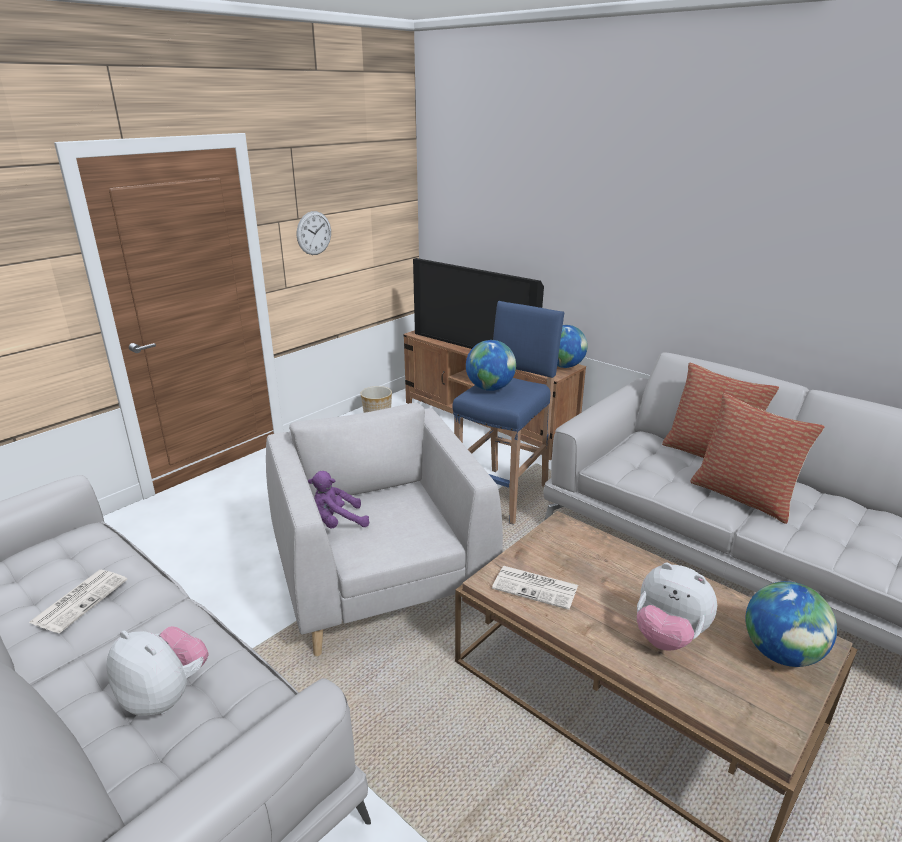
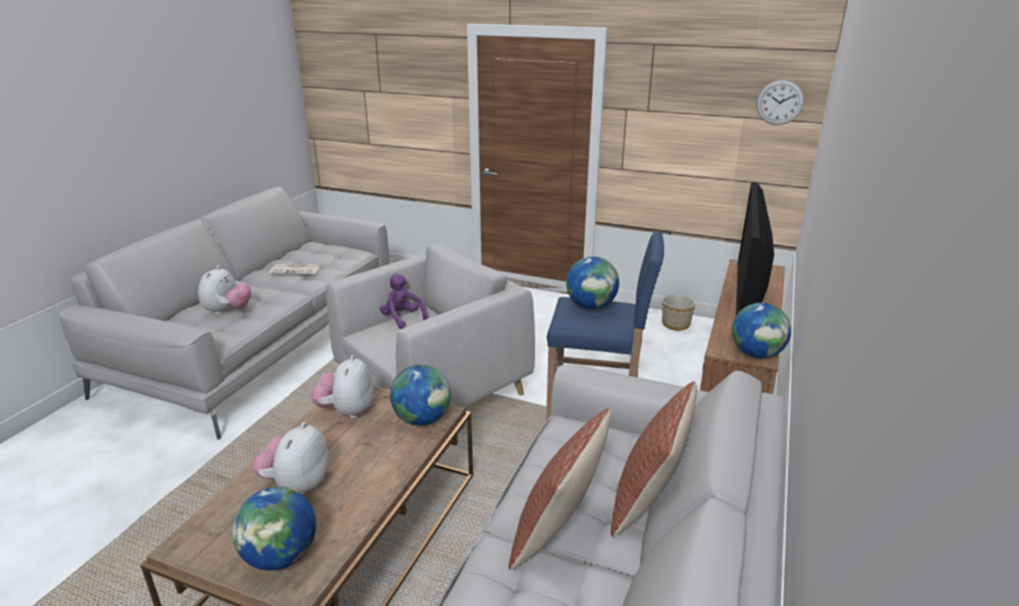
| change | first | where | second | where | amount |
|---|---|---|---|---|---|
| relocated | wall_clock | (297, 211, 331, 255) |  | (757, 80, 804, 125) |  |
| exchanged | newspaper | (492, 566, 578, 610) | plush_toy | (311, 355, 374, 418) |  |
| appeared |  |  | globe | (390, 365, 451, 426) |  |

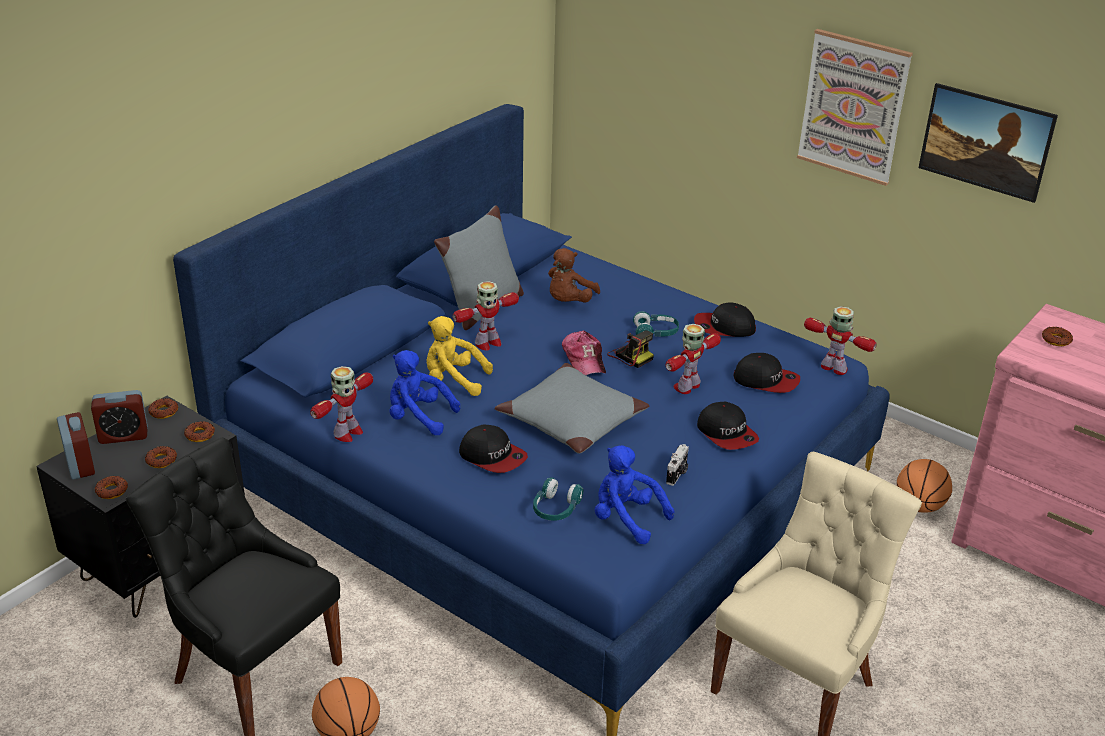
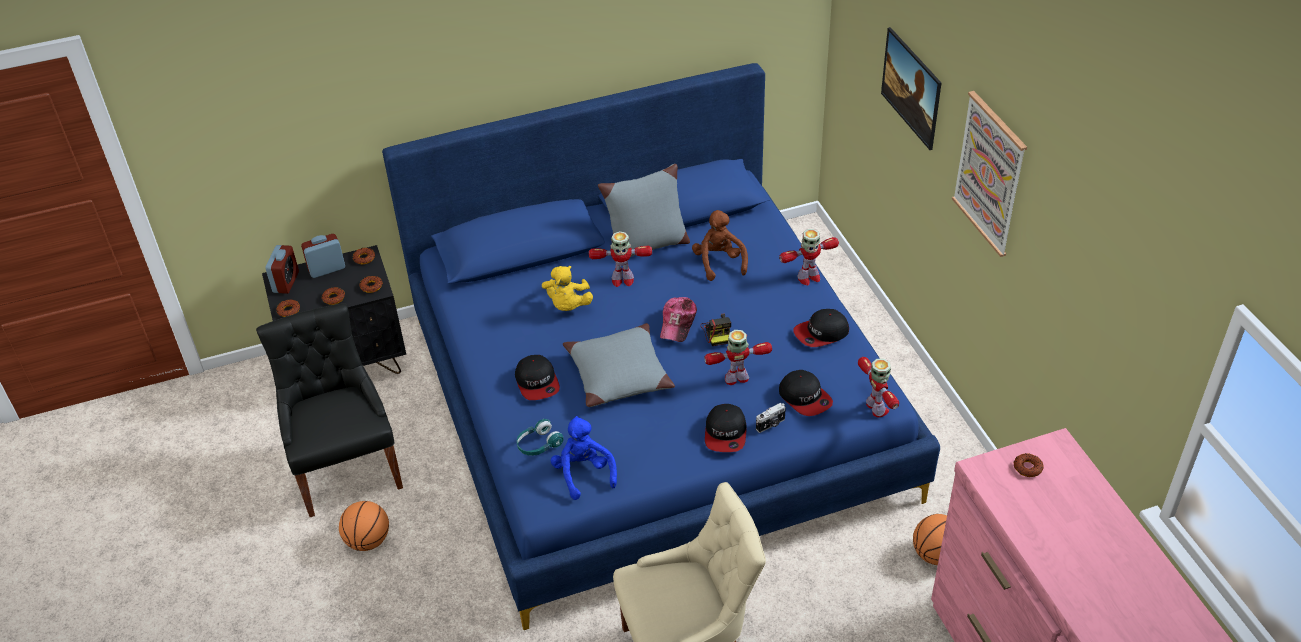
| change | first | where | second | where | amount |
|---|---|---|---|---|---|
| spun | alarm_clock | (91, 390, 148, 444) |  | (301, 234, 345, 278) | 135 degrees clockwise |
| relocated | toy_robot | (310, 366, 373, 442) |  | (779, 229, 839, 285) |  |
| missing | blue_plush_toy | (390, 350, 460, 435) |  |  |  |
| spun | yellow_plush_toy | (427, 316, 493, 396) |  | (542, 266, 593, 311) | 135 degrees counterclockwise |
| spun | brown_plush_toy | (548, 248, 600, 302) |  | (692, 210, 748, 281) | 105 degrees clockwise |
| missing | turquoise_headphones | (633, 311, 679, 337) |  |  |  |
| relocated | photo_camera | (666, 444, 689, 486) |  | (756, 403, 786, 433) |  |
| spun | cap | (694, 302, 756, 337) |  | (793, 309, 849, 347) | 60 degrees counterclockwise |
| relocated | picture | (919, 83, 1058, 203) |  | (881, 27, 942, 150) |  |

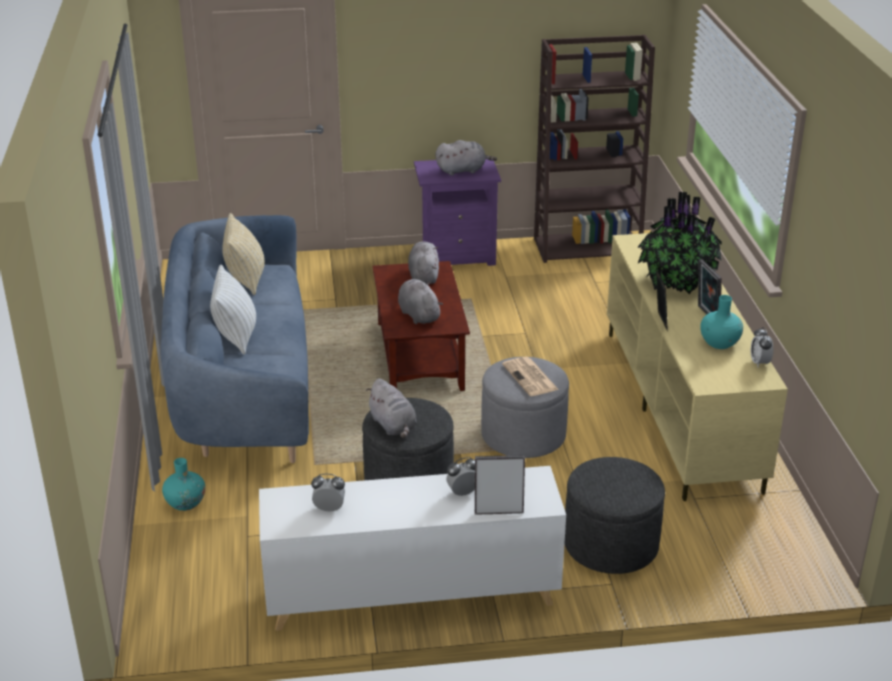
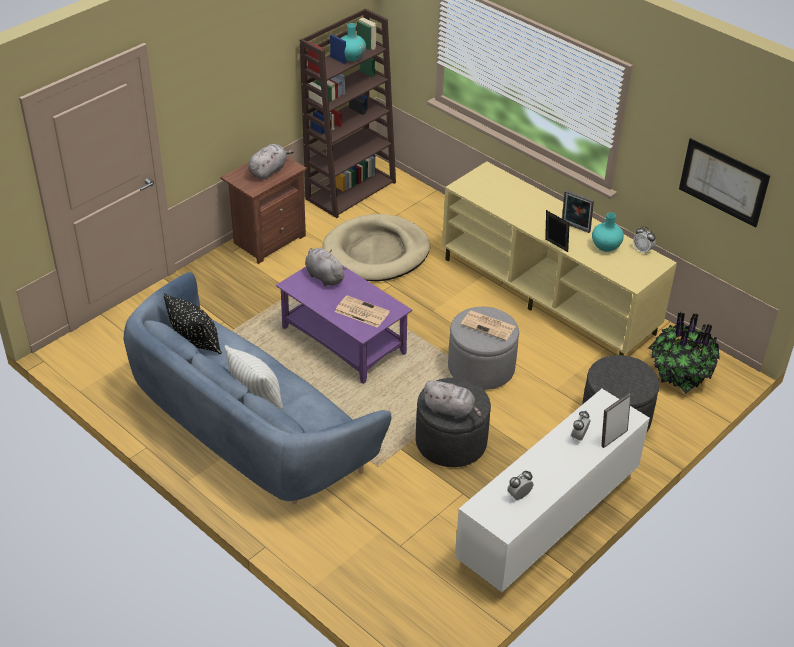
| change | first | where | second | where | amount |
|---|---|---|---|---|---|
| relocated | turquoise_vase | (162, 458, 205, 511) |  | (341, 23, 366, 61) |  |
| colour | beige_pillow | (222, 213, 265, 295) | black_pillow | (163, 293, 222, 354) |  |
| colour | brown_coffee_table | (372, 261, 470, 391) | purple_coffee_table | (276, 265, 412, 384) |  |
| exchanged | grey_plush_toy | (398, 279, 443, 324) | newspaper | (335, 295, 390, 328) |  |
| colour | purple_nightstand | (414, 159, 501, 266) | brown_nightstand | (220, 156, 307, 264) |  |
| relocated | potted_plant | (637, 191, 722, 294) |  | (648, 312, 720, 394) |  |
| appeared |  |  | beige_dog_bed | (322, 214, 430, 282) |  |
| appeared |  |  | picture | (679, 138, 770, 227) |  |

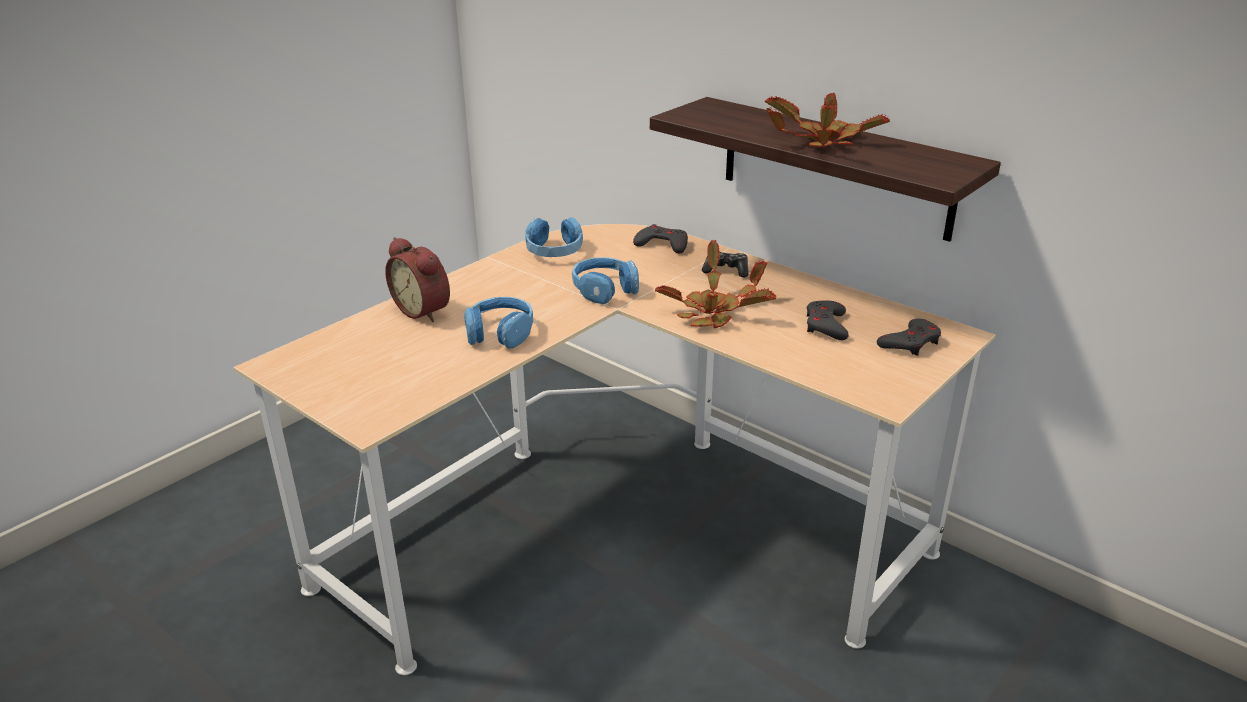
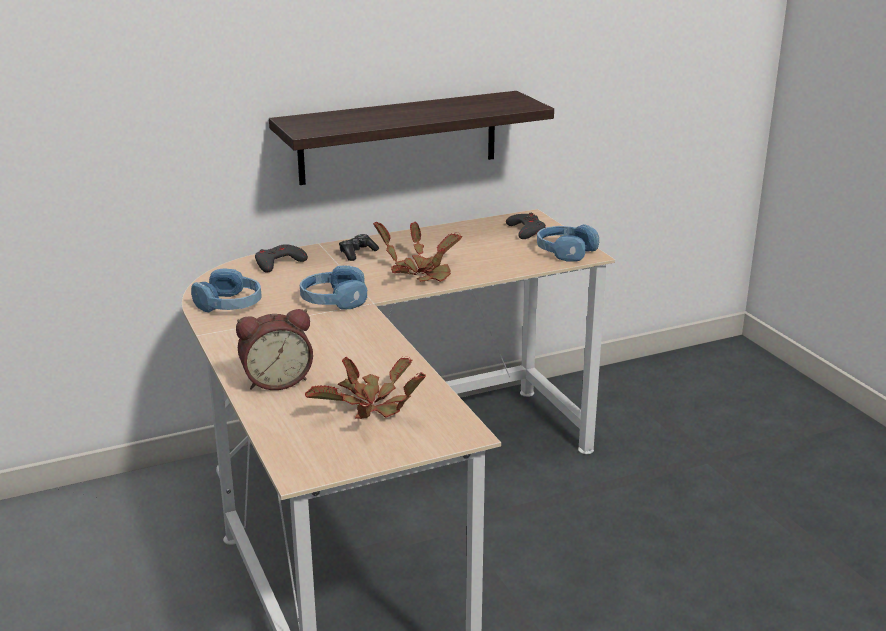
| change | first | where | second | where | amount |
|---|---|---|---|---|---|
| relocated | blue_headphones | (464, 297, 533, 348) |  | (537, 224, 599, 262) |  |
| relocated | potted_plant | (765, 93, 890, 147) |  | (305, 357, 426, 419) |  |
| missing | grey_game_controller | (807, 301, 849, 340) |  |  |  |

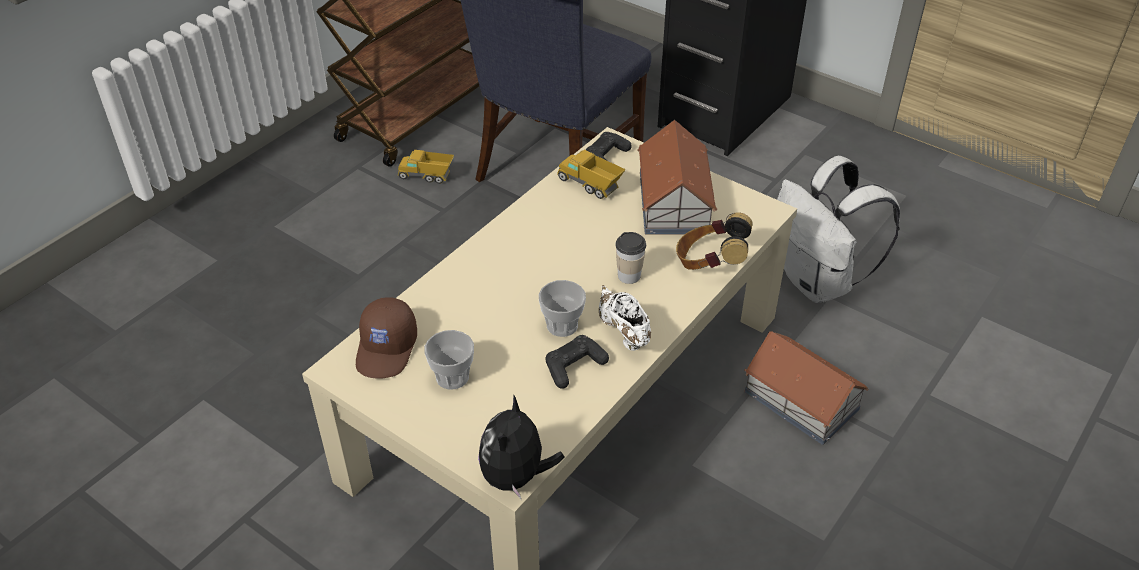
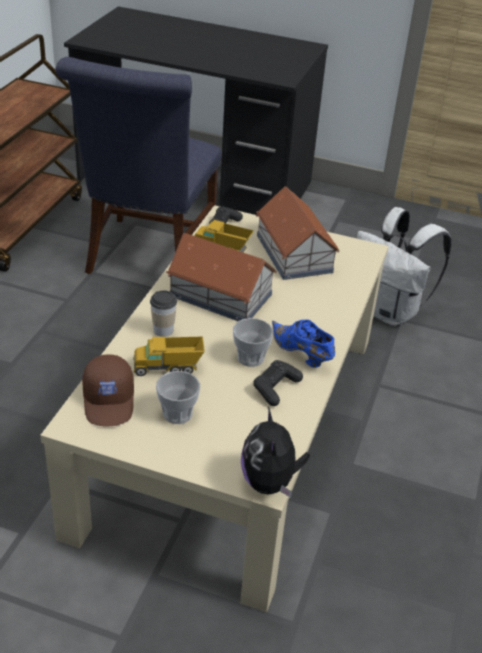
| change | first | where | second | where | amount |
|---|---|---|---|---|---|
| relocated | toy_truck | (398, 150, 454, 184) |  | (133, 337, 205, 376) |  |
| colour | white_shoe | (599, 285, 651, 351) | blue_shoe | (272, 319, 335, 368) |  |
| relocated | cup | (615, 232, 646, 284) |  | (150, 290, 177, 337) |  |
| missing | headphones | (676, 212, 753, 270) |  |  |  |
| relocated | toy_house | (744, 331, 869, 445) |  | (166, 233, 277, 322) |  |

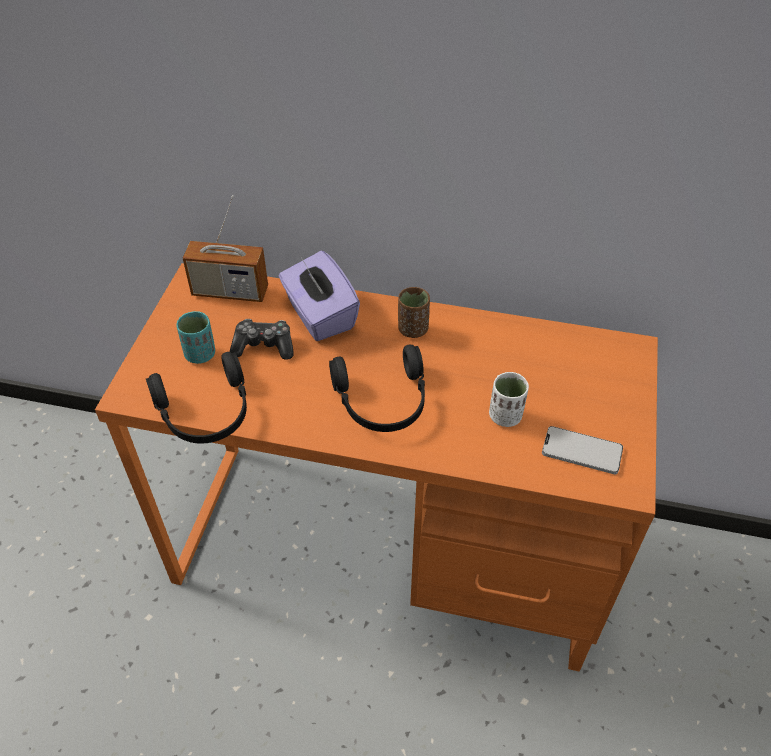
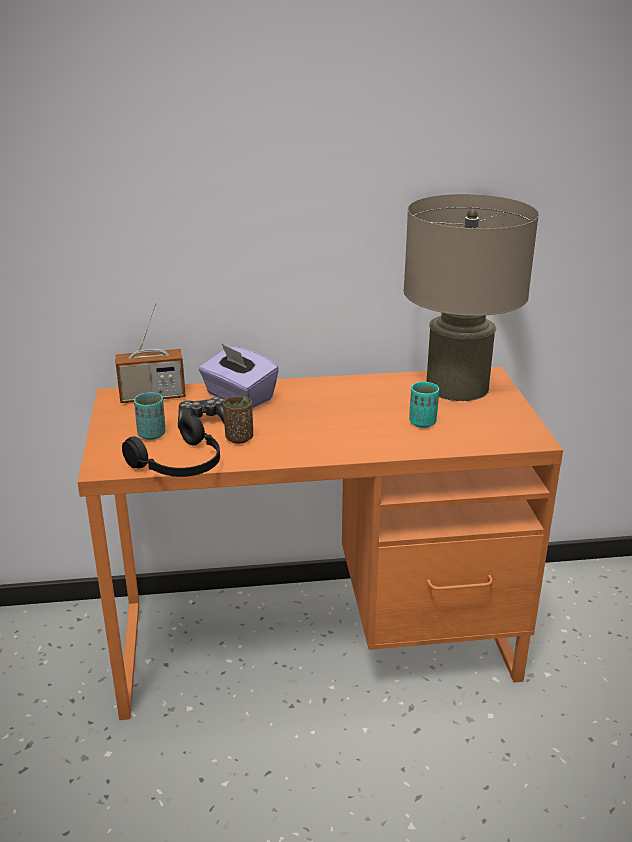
| change | first | where | second | where | amount |
|---|---|---|---|---|---|
| missing | black_headphones | (329, 345, 425, 432) |  |  |  |
| relocated | brown_cup | (398, 287, 430, 338) |  | (223, 396, 253, 443) |  |
| colour | white_cup | (489, 372, 529, 427) | turquoise_cup | (409, 382, 439, 428) |  |
| missing | phone | (542, 426, 623, 474) |  |  |  |
| appeared |  |  | beige_table_lamp | (404, 194, 539, 401) |  |

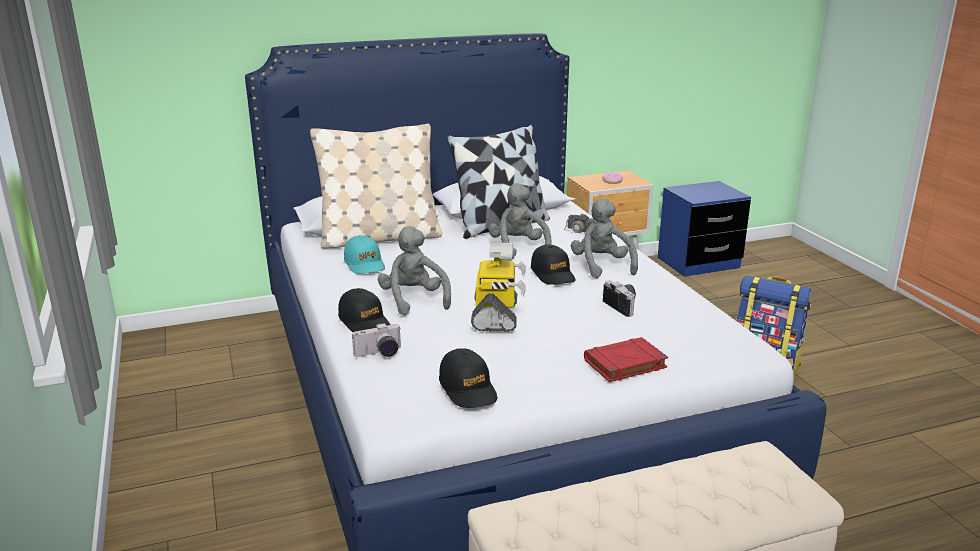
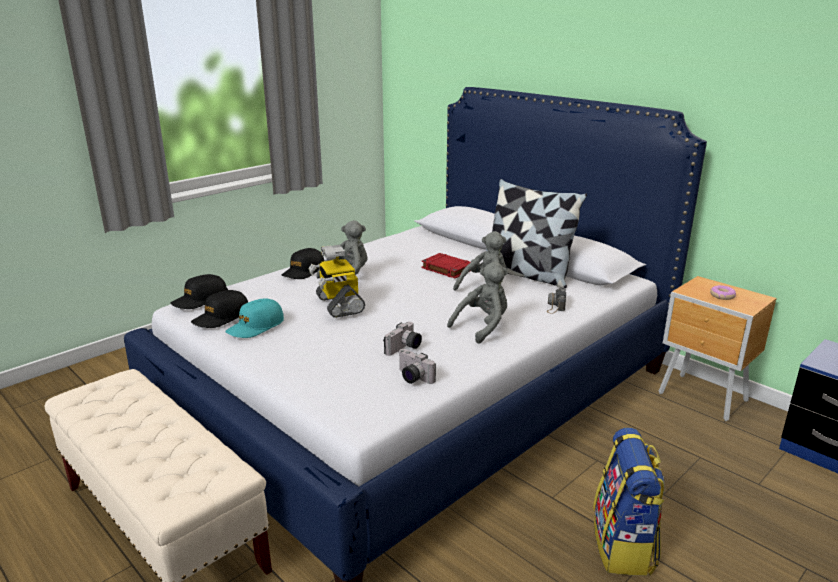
| change | first | where | second | where | amount |
|---|---|---|---|---|---|
| missing | beige_pillow | (310, 124, 442, 248) |  |  |  |
| relocated | turquoise_cap | (344, 235, 385, 274) |  | (225, 298, 284, 338) |  |
| relocated | photo_camera | (352, 323, 401, 357) |  | (399, 349, 436, 384) |  |
| spun | toy_robot | (471, 243, 526, 332) |  | (308, 245, 365, 318) | 90 degrees clockwise |
| relocated | black_cap | (531, 245, 576, 285) |  | (170, 274, 228, 309) |  |
| relocated | red_book | (584, 337, 668, 382) |  | (421, 253, 471, 279) |  |

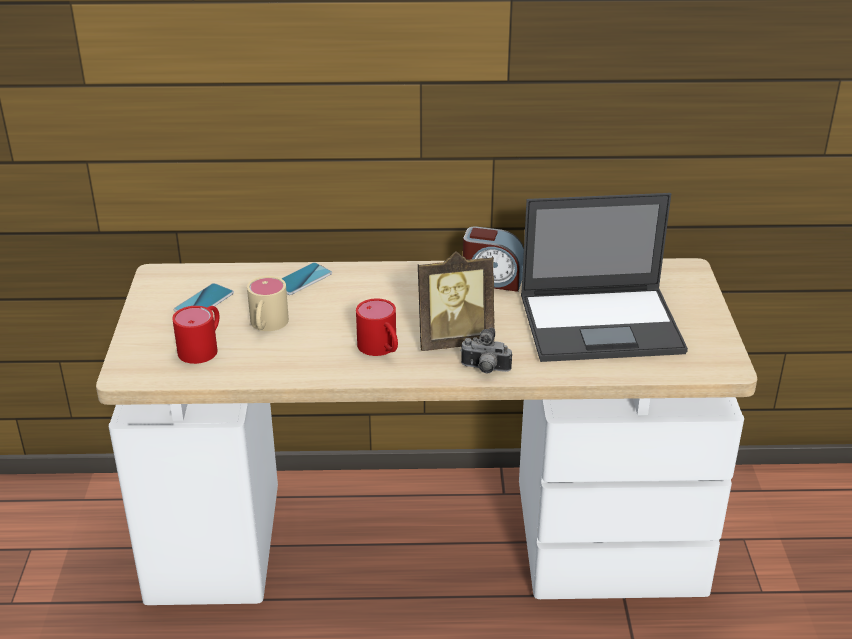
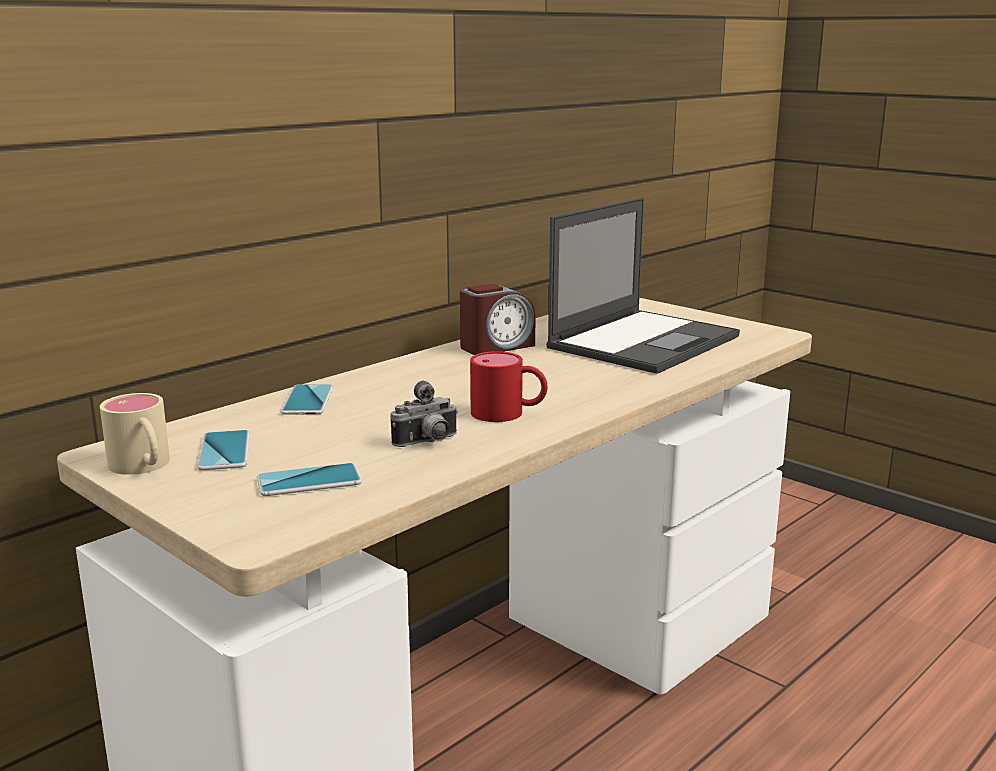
| change | first | where | second | where | amount |
|---|---|---|---|---|---|
| exchanged | red_mug | (172, 306, 219, 364) | phone | (257, 463, 362, 496) |  |
| relocated | beige_mug | (247, 276, 289, 331) |  | (100, 393, 170, 475) |  |
| missing | picture_frame | (418, 251, 495, 351) |  |  |  |
| relocated | photo_camera | (460, 328, 512, 374) |  | (391, 380, 458, 447) |  |

